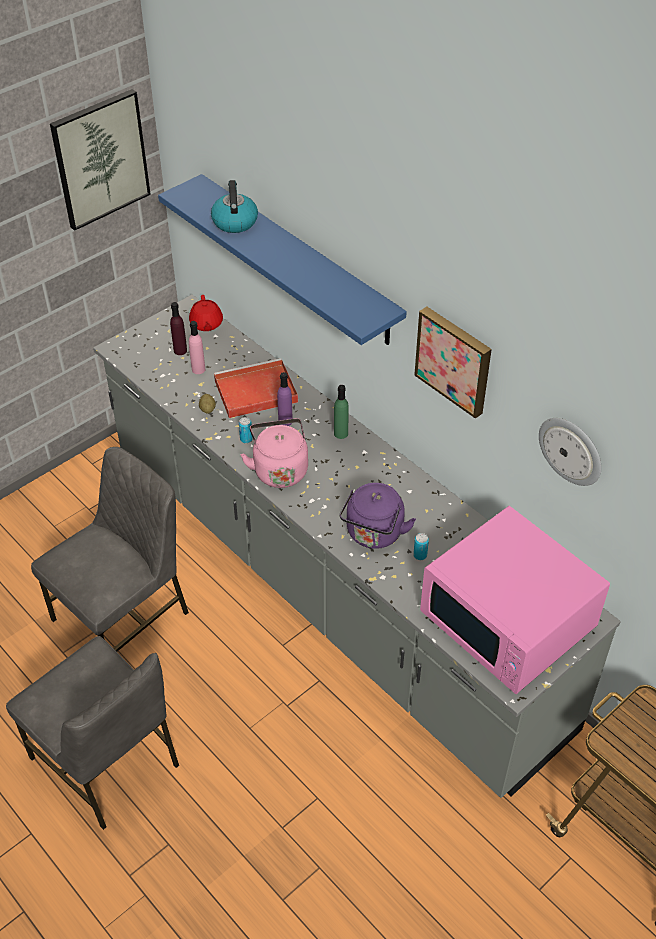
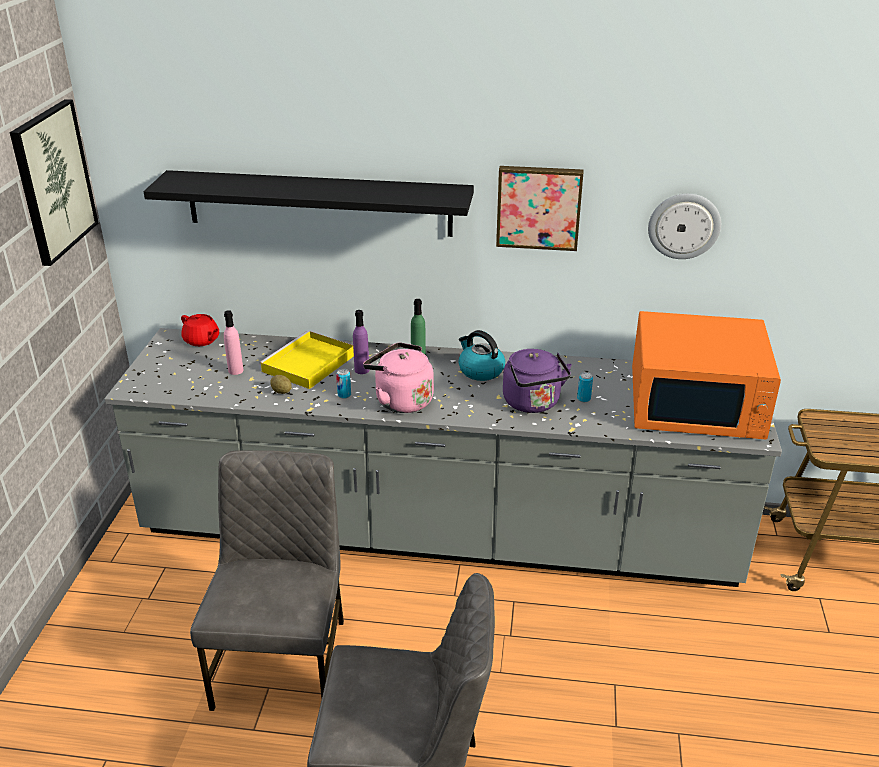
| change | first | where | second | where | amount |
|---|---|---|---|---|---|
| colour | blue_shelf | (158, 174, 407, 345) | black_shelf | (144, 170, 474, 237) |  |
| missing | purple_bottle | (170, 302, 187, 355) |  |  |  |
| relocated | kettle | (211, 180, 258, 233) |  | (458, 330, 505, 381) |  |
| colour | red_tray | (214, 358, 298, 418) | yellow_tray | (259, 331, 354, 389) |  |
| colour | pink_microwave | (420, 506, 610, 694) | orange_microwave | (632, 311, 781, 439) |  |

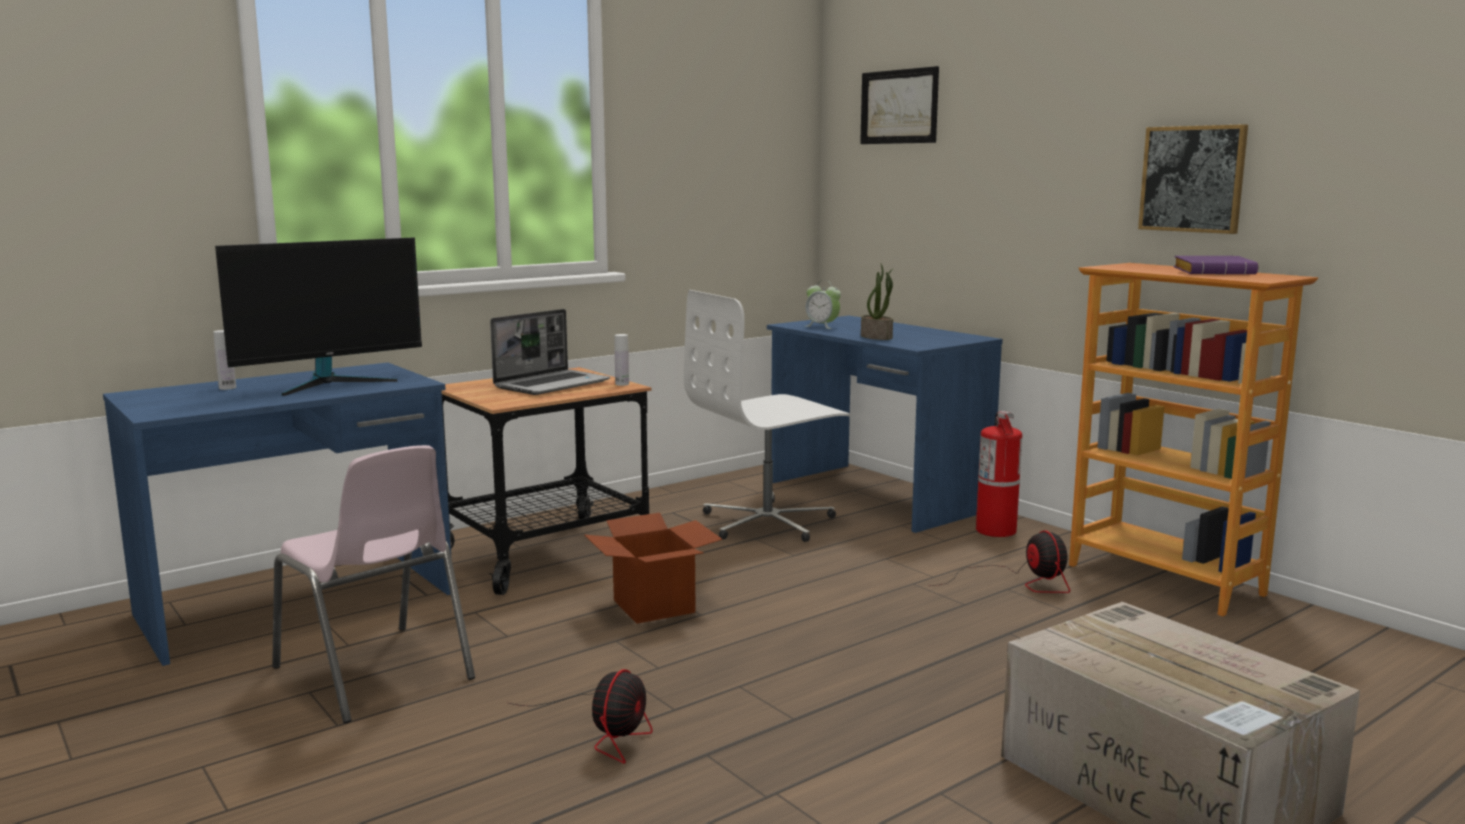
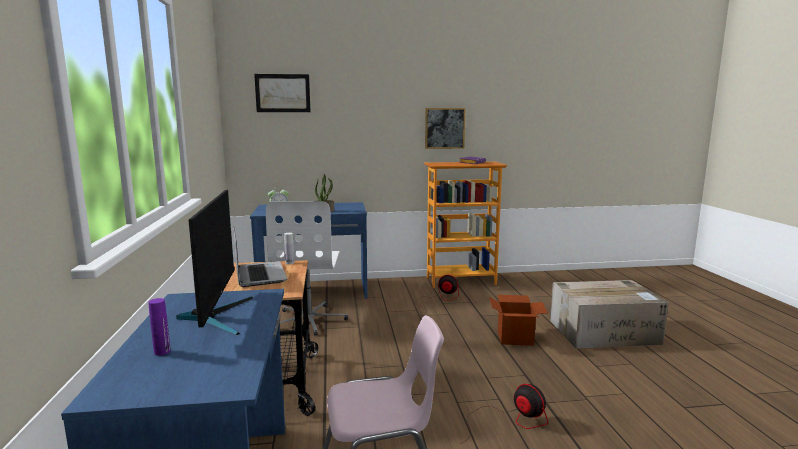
| change | first | where | second | where | amount |
|---|---|---|---|---|---|
| colour | white_bottle | (213, 330, 236, 390) | purple_bottle | (148, 298, 171, 356) |  |
| relocated | cardboard_box | (584, 513, 723, 624) |  | (489, 295, 548, 346) |  |
| missing | fire_extinguisher | (976, 411, 1022, 537) |  |  |  |

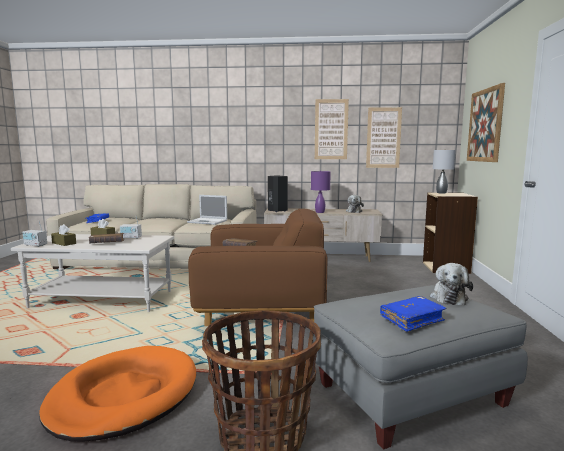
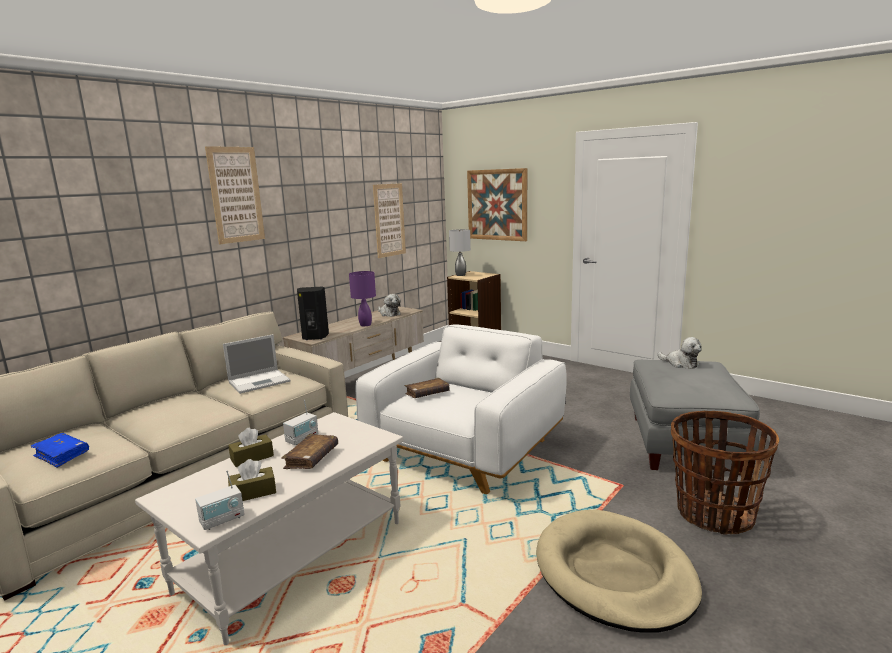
| change | first | where | second | where | amount |
|---|---|---|---|---|---|
| colour | orange_dog_bed | (39, 346, 196, 442) | beige_dog_bed | (536, 509, 702, 633) |  |
| colour | brown_armchair | (188, 209, 328, 326) | white_armchair | (355, 324, 567, 494) |  |
| relocated | picture | (315, 99, 349, 159) |  | (205, 146, 265, 244) |  |
| missing | blue_book | (380, 296, 447, 332) |  |  |  |

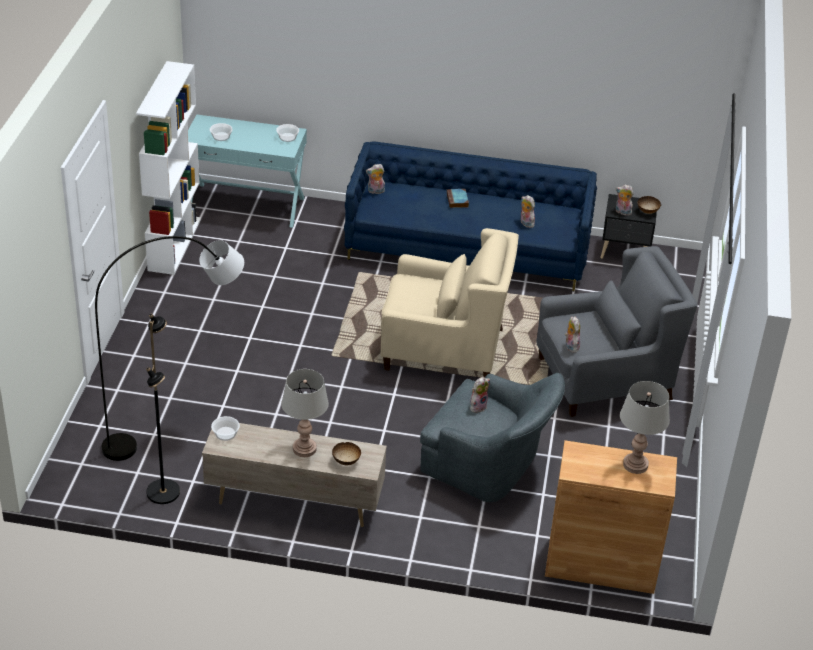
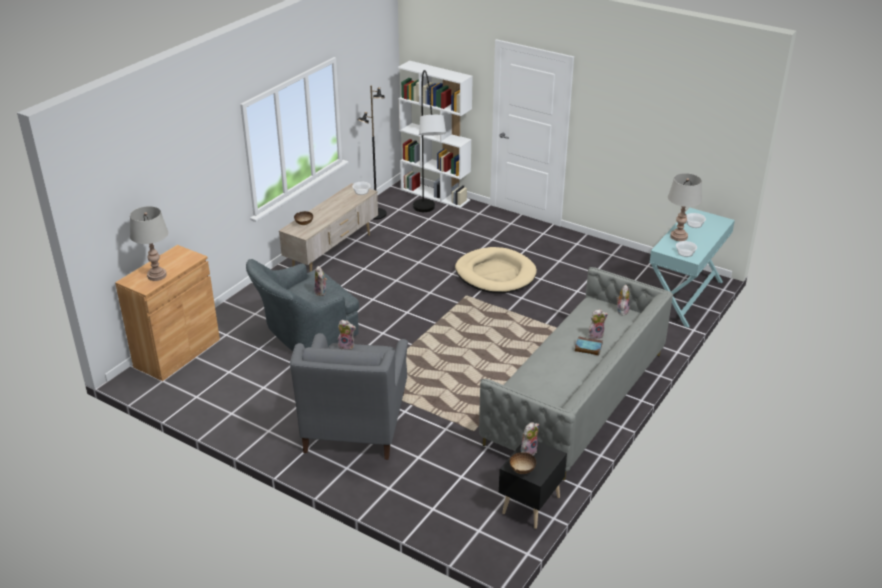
| change | first | where | second | where | amount |
|---|---|---|---|---|---|
| relocated | white_bookcase | (136, 61, 201, 275) |  | (398, 60, 473, 208) |  |
| relocated | grey_table_lamp | (281, 369, 329, 457) |  | (668, 173, 702, 241) |  |
| colour | blue_sofa | (344, 142, 597, 291) | grey_sofa | (479, 267, 673, 481) |  |
| missing | beige_armchair | (381, 228, 519, 378) |  |  |  |
| relocated | plush_toy | (520, 195, 535, 228) |  | (588, 309, 608, 339) |  |
| appeared |  |  | beige_dog_bed | (455, 247, 537, 293) |  |

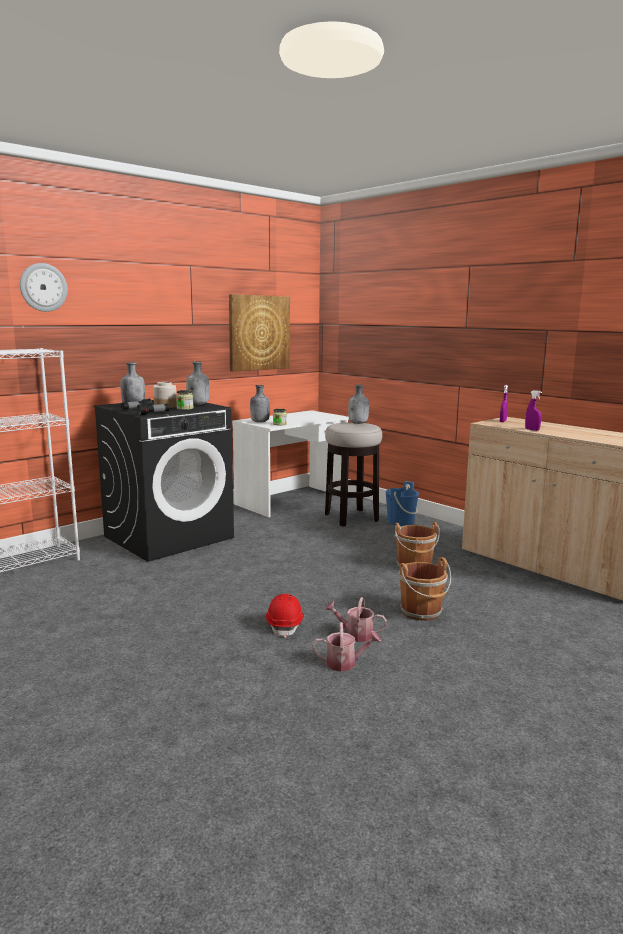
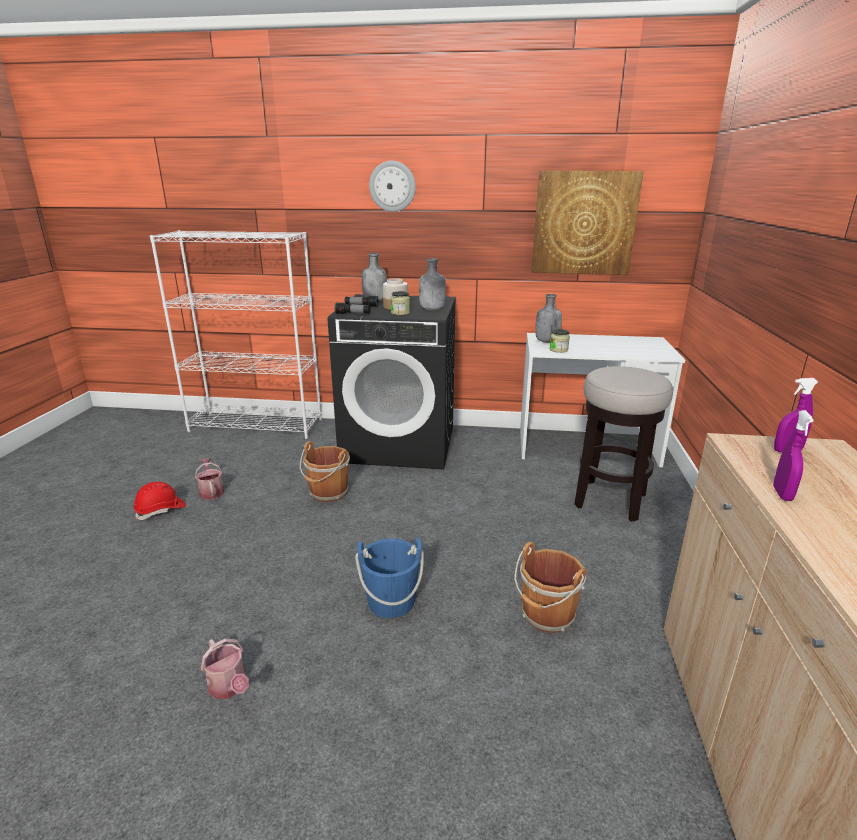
| change | first | where | second | where | amount |
|---|---|---|---|---|---|
| relocated | wall_clock | (20, 263, 68, 312) |  | (369, 161, 416, 212) |  |
| relocated | red_hard_hat | (266, 594, 304, 638) |  | (133, 482, 186, 520) |  |
| relocated | watering_can | (325, 597, 387, 642) |  | (195, 458, 224, 500) |  |
| missing | grey_bottle | (348, 385, 369, 424) |  |  |  |
| relocated | blue_bucket | (386, 481, 419, 526) |  | (355, 537, 424, 618) |  |
| relocated | brown_bucket | (398, 557, 451, 621) |  | (300, 441, 350, 502) |  |

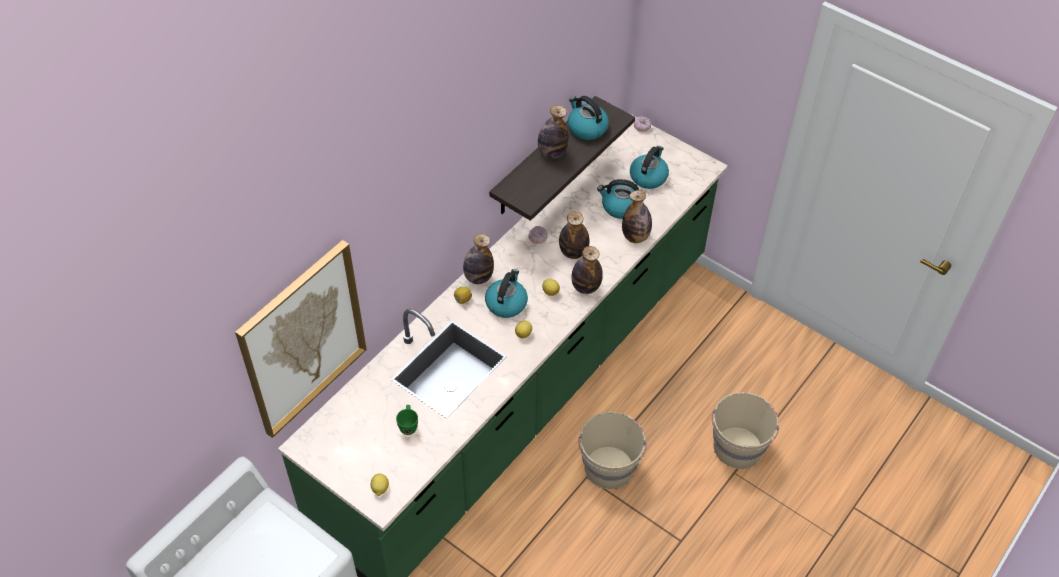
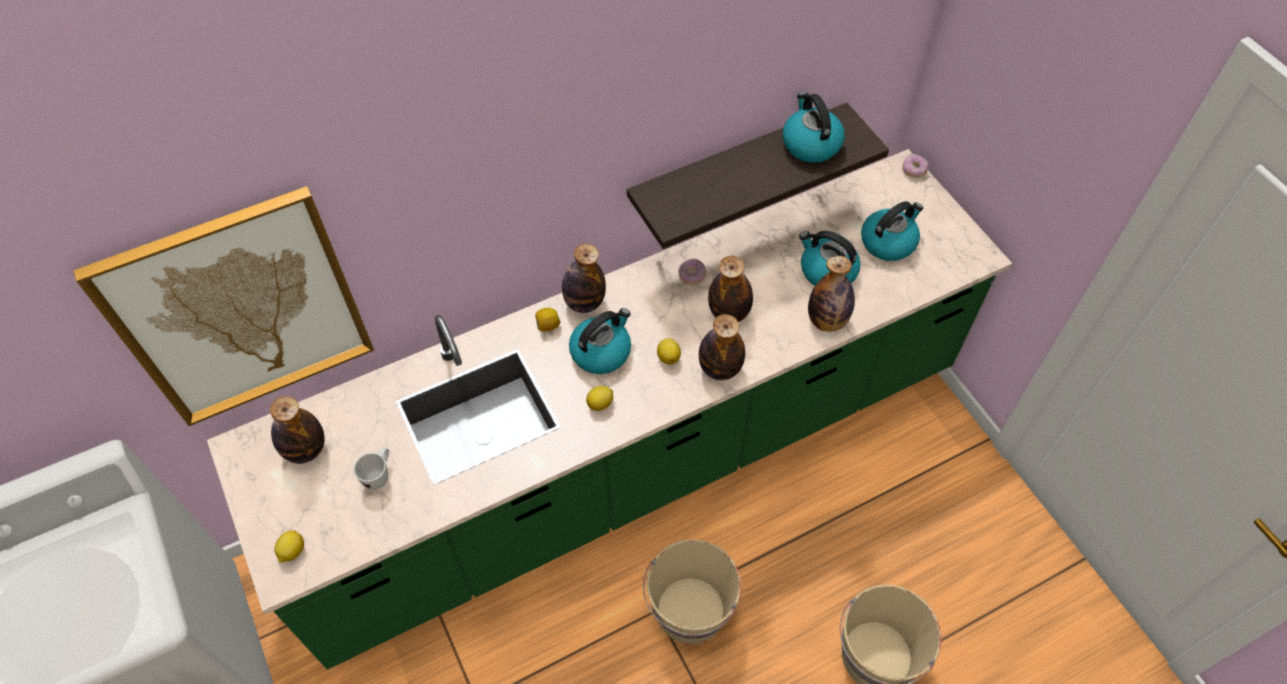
| change | first | where | second | where | amount |
|---|---|---|---|---|---|
| colour | green_mug | (396, 405, 418, 435) | white_mug | (354, 447, 389, 490) |  |
| relocated | bottle | (538, 105, 568, 159) |  | (270, 396, 325, 464) |  |

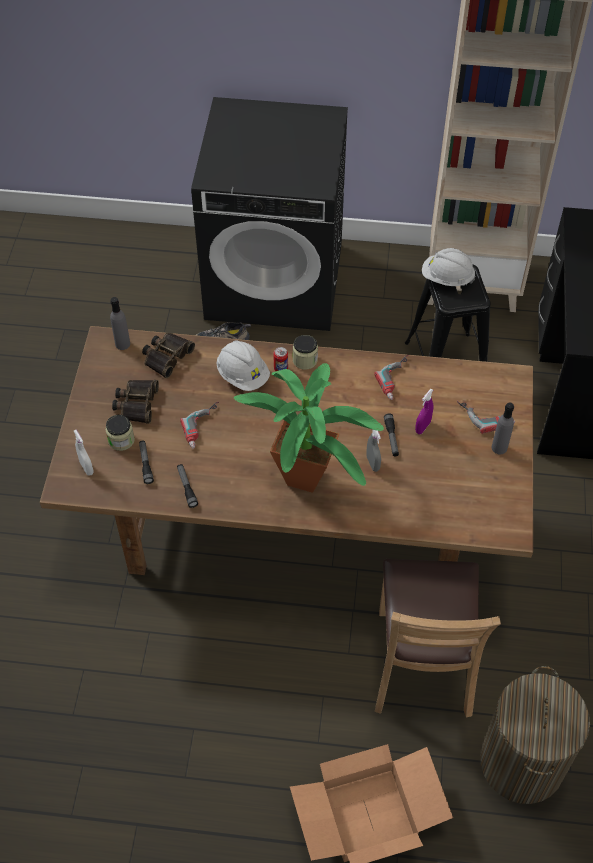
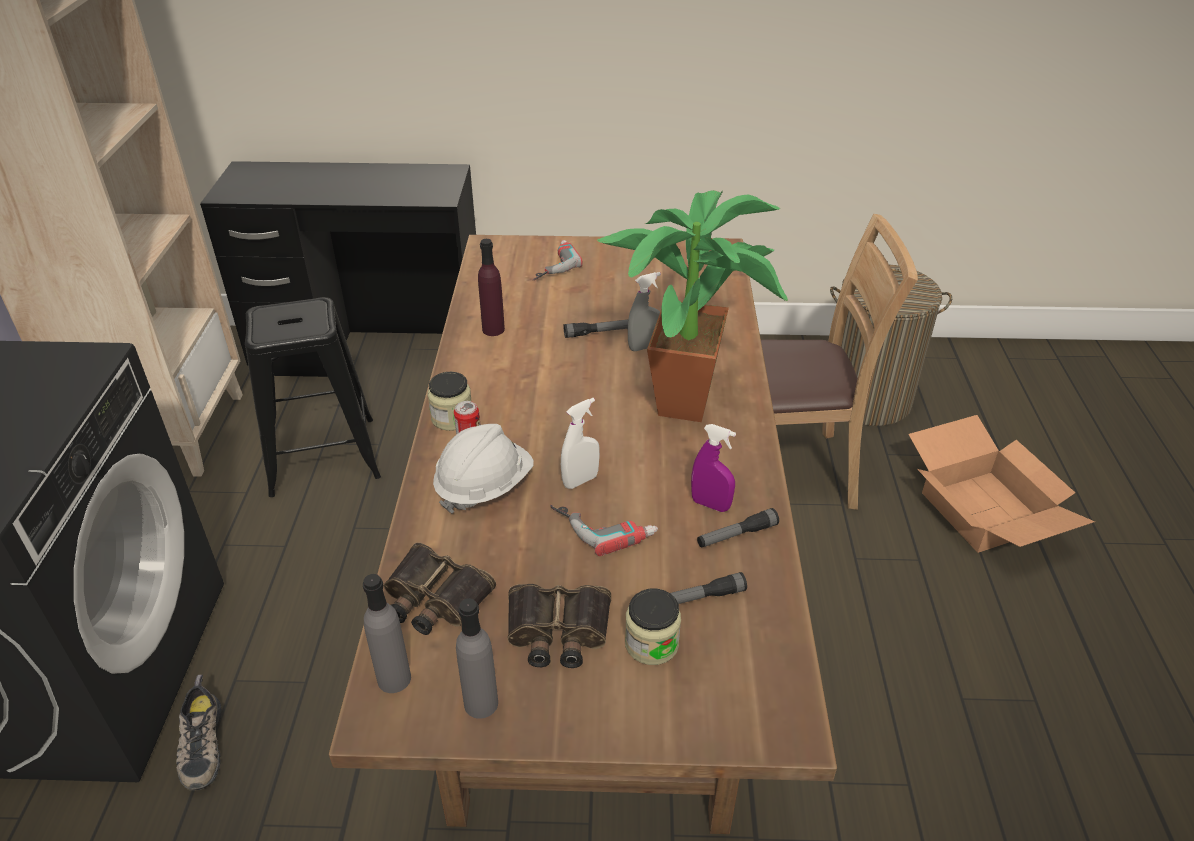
| change | first | where | second | where | amount |
|---|---|---|---|---|---|
| relocated | white_spray_bottle | (74, 430, 94, 476) |  | (561, 398, 600, 489) |  |
| exchanged | power_drill | (375, 355, 409, 400) | purple_bottle | (478, 239, 505, 336) |  |
| relocated | purple_spray_bottle | (415, 389, 433, 434) |  | (691, 424, 736, 512) |  |
| missing | white_hard_hat | (422, 248, 476, 286) |  |  |  |
| relocated | grey_bottle | (492, 402, 514, 454) |  | (456, 598, 498, 719) |  |

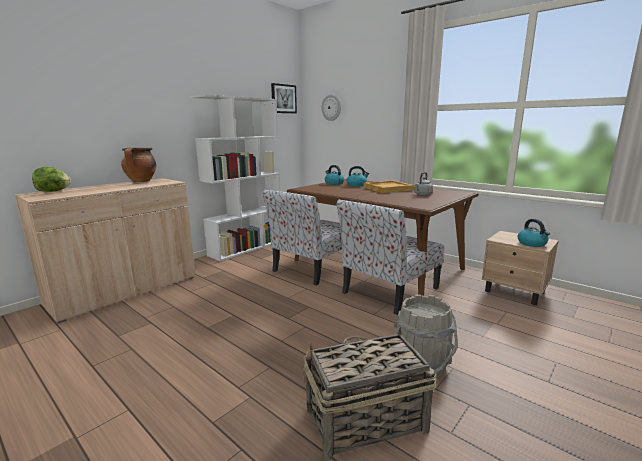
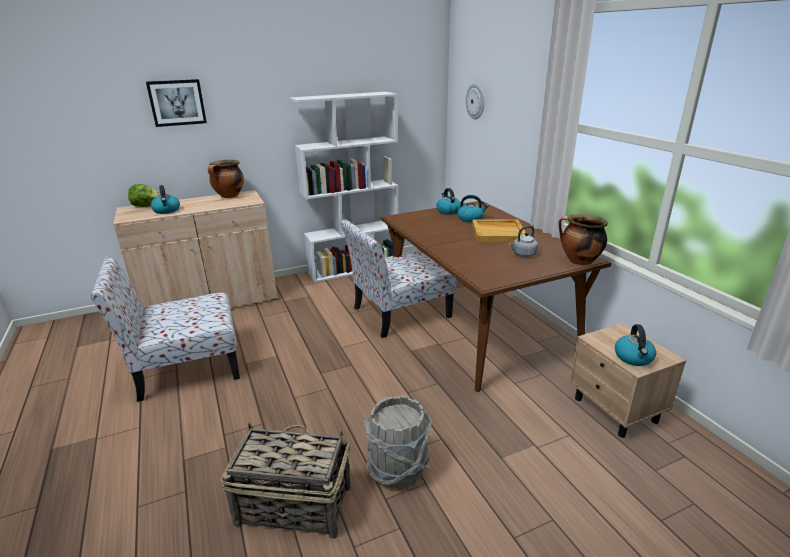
| change | first | where | second | where | amount |
|---|---|---|---|---|---|
| relocated | picture | (271, 83, 297, 113) |  | (146, 79, 207, 127) |  |
| relocated | chair | (337, 199, 445, 315) |  | (91, 257, 240, 402) |  |
| appeared |  |  | kettle | (151, 185, 180, 214) |  |
| appeared |  |  | cooking_pot | (558, 214, 608, 265) |  |

